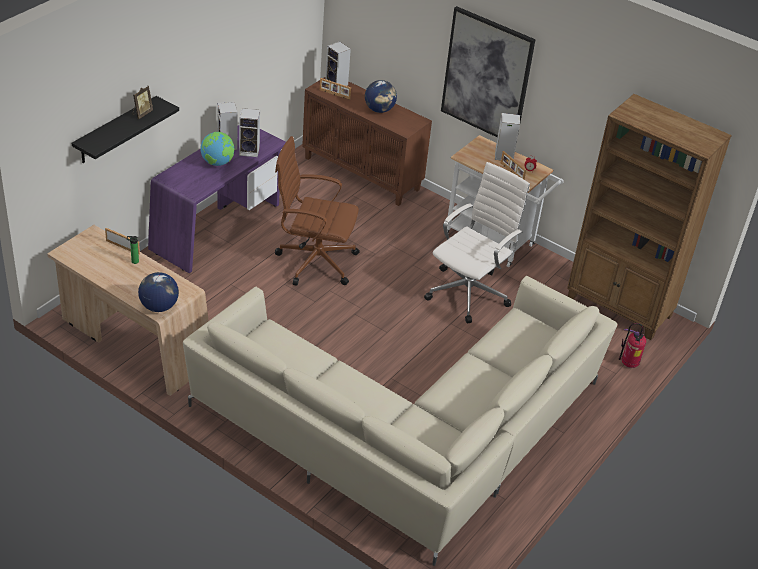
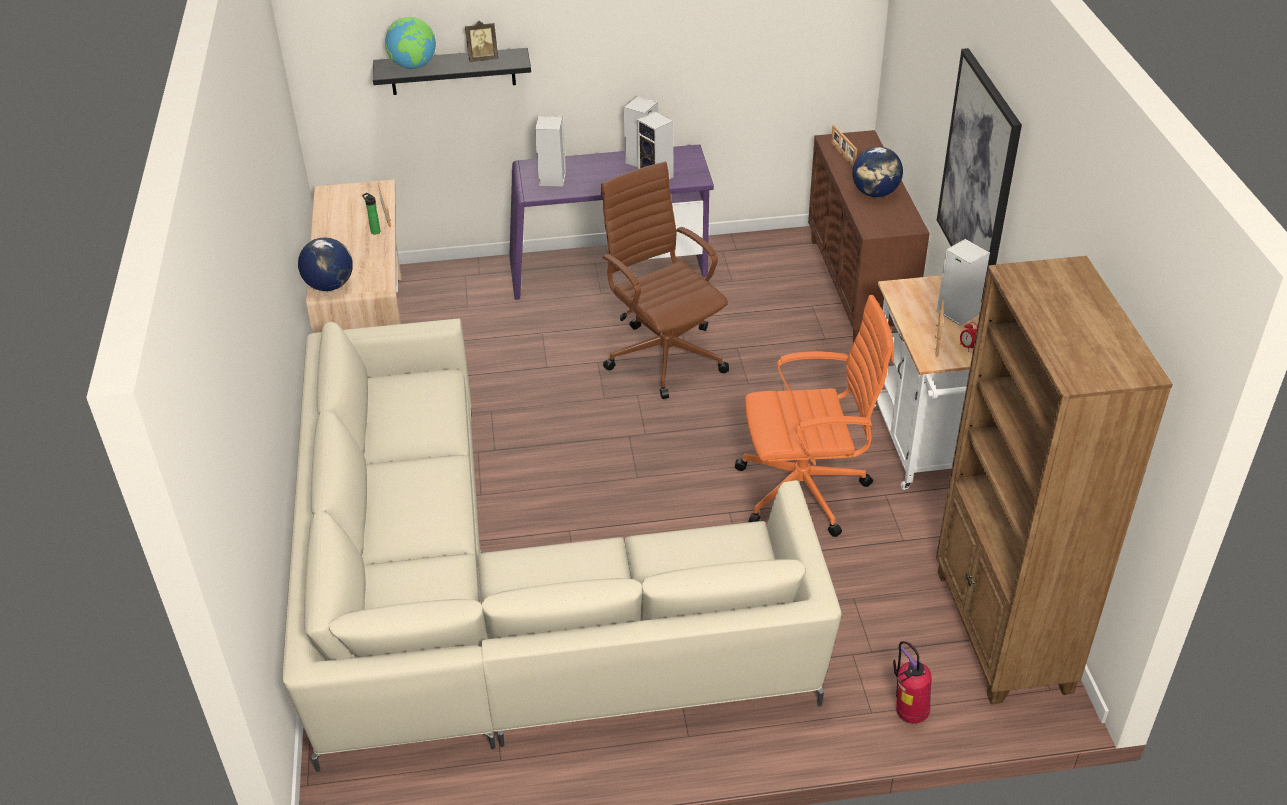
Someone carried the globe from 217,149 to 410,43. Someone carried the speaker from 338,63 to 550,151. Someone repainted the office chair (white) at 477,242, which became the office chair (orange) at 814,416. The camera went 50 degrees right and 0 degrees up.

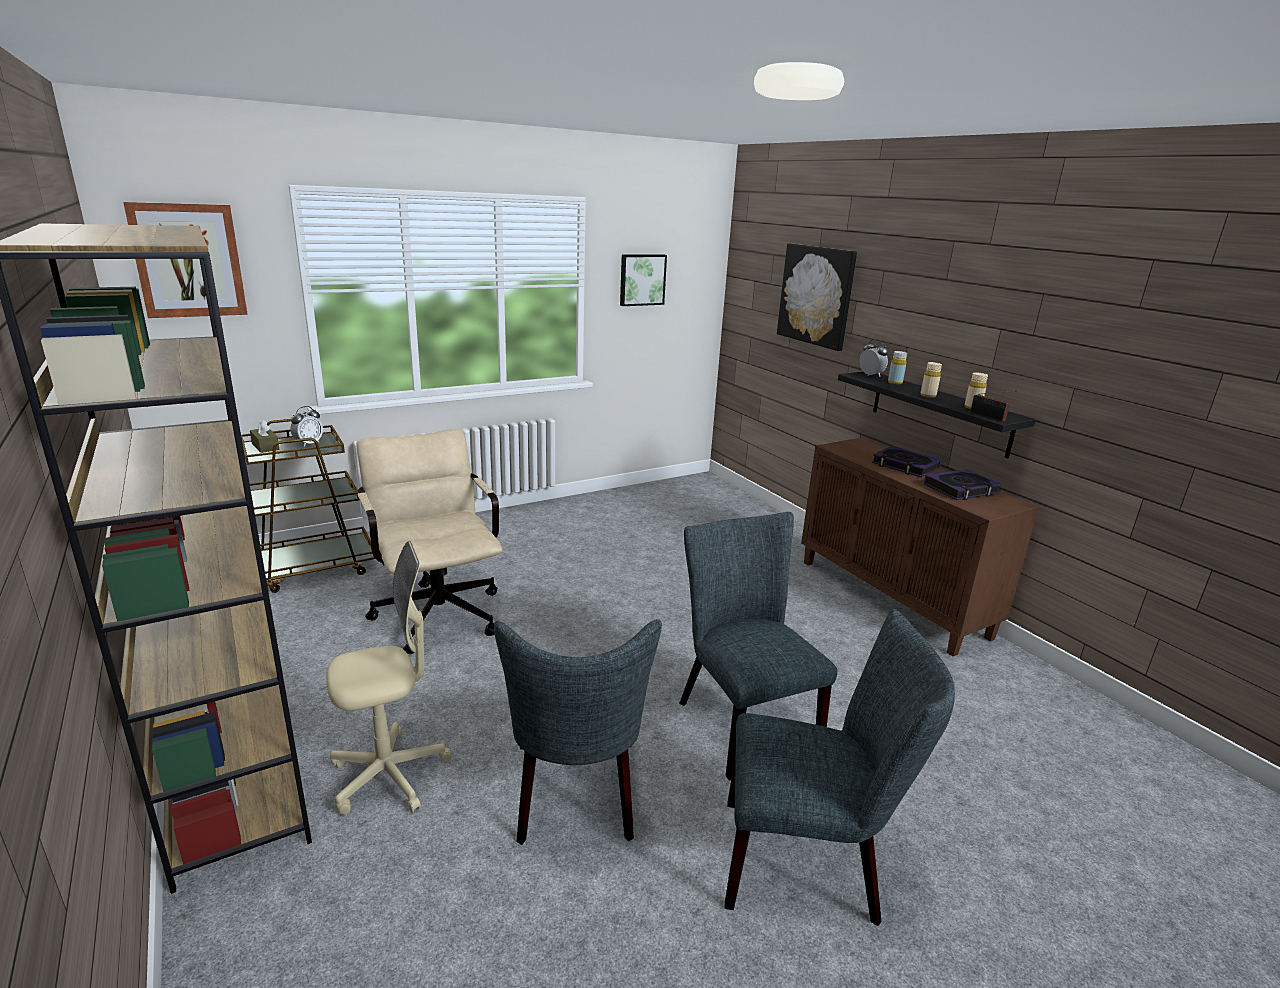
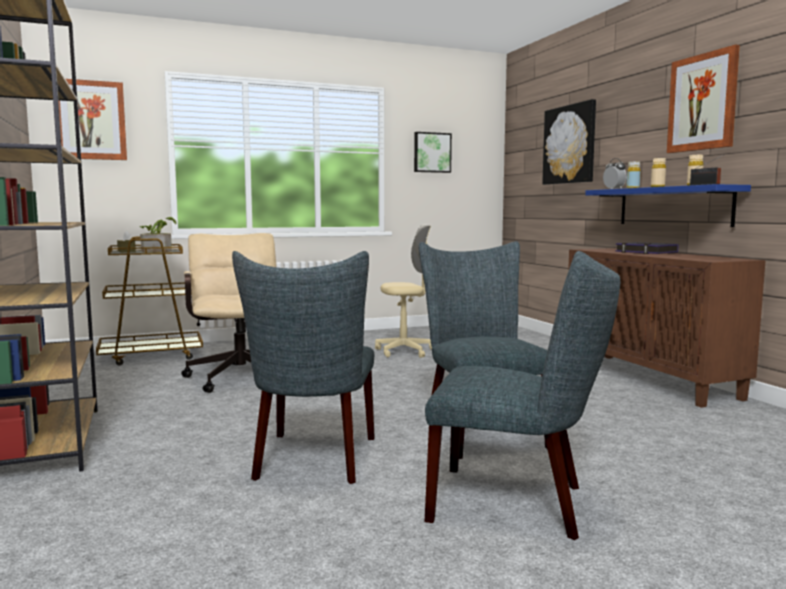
Someone swapped the alarm clock at 306,426 for the potted plant at 158,235. Someone carried the office chair (beige) from 389,678 to 403,291. Someone repainted the shelf (black) at 937,415, which became the shelf (blue) at 668,205. Someone took away the book at 963,484. Someone put up the picture at 703,99. The camera went 10 degrees right and 15 degrees down.

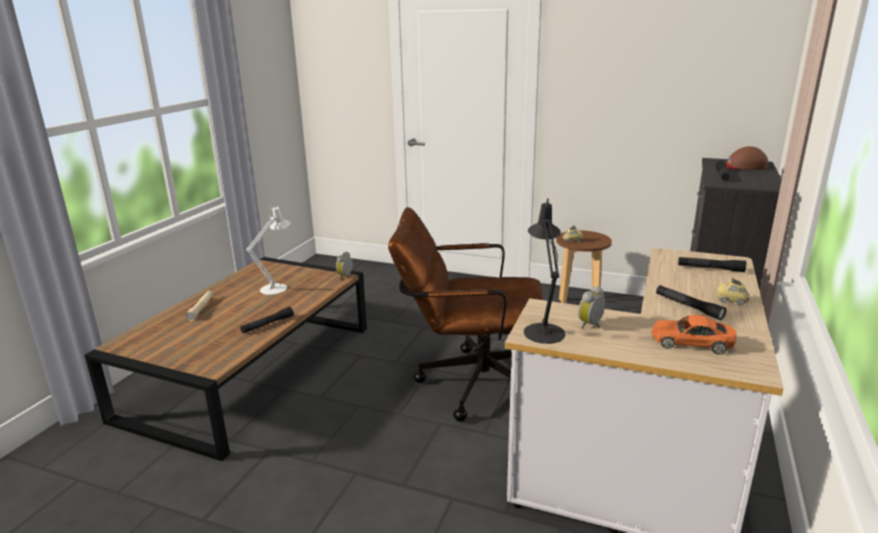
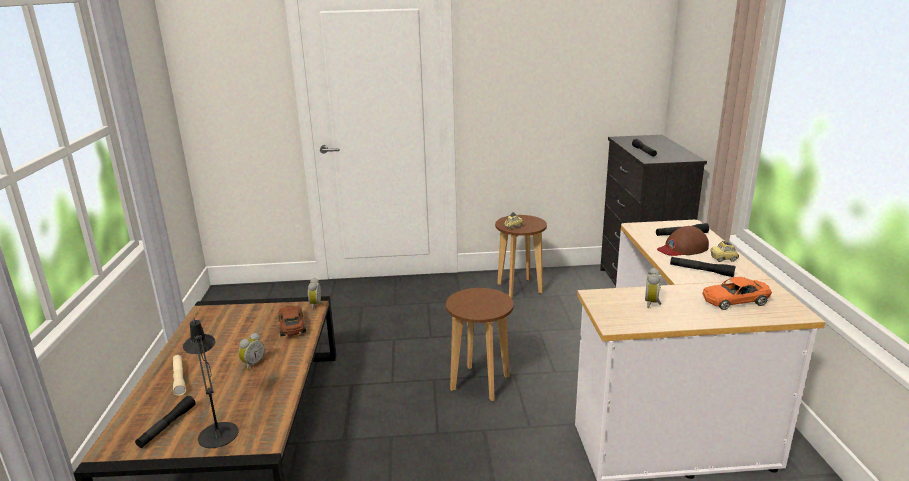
Someone carried the flashlight (black) from 267,320 to 165,422. Someone took away the table lamp (white) at 269,249. Someone swapped the office chair (brown) at 465,314 for the stool (brown) at 479,344. Someone carried the table lamp (black) from 545,271 to 211,383. Someone carried the cap (brown) from 746,158 to 683,241. Someone put down the alarm clock at 251,351. Someone put down the toy car (brown) at 292,321. The camera went 25 degrees left and 0 degrees up.

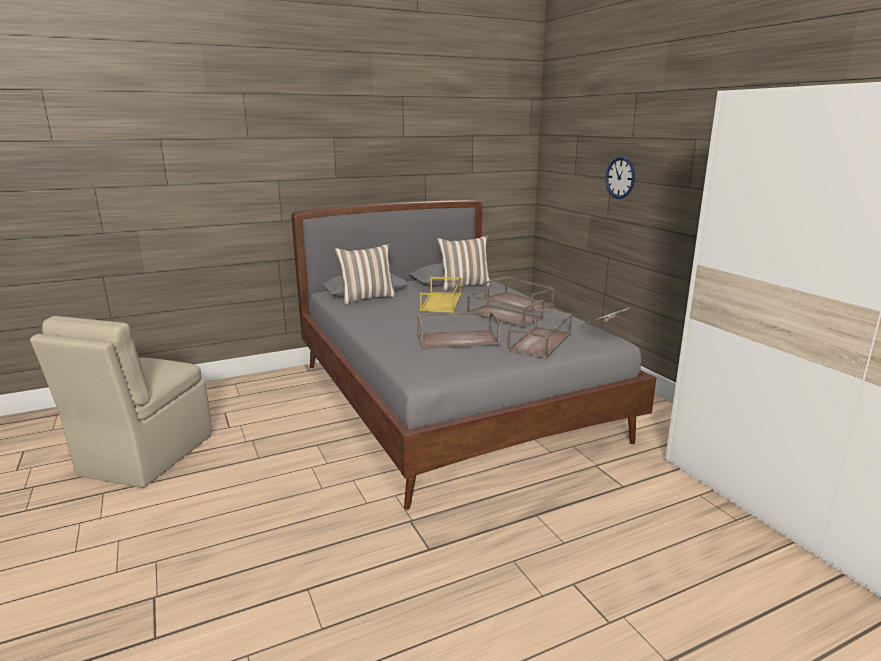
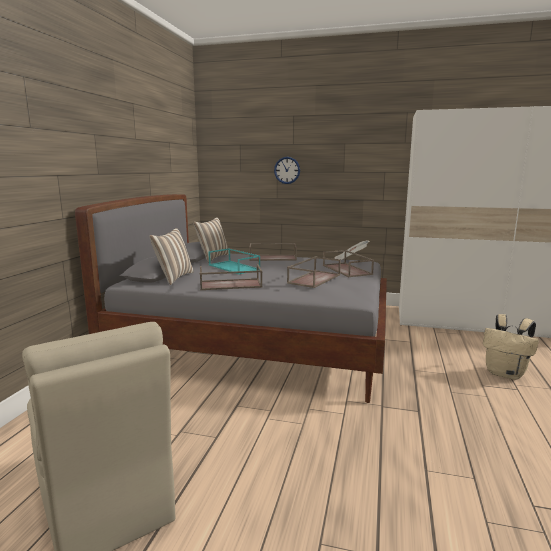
Someone repainted the tray (yellow) at 440,295, which became the tray (turquoise) at 234,261. Someone carried the tray (brown) from 505,307 to 231,277. Someone put down the backpack (beige) at 511,347. The camera went 50 degrees left and 5 degrees down.

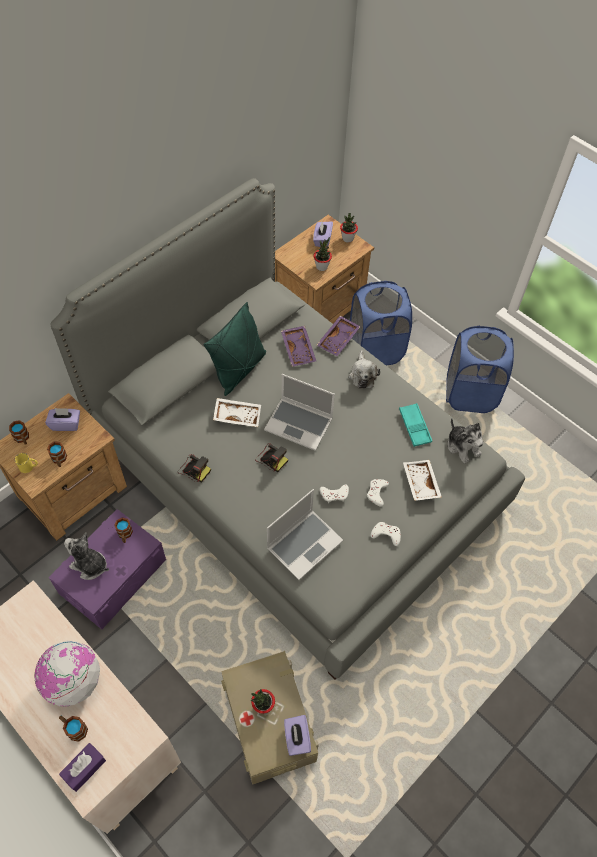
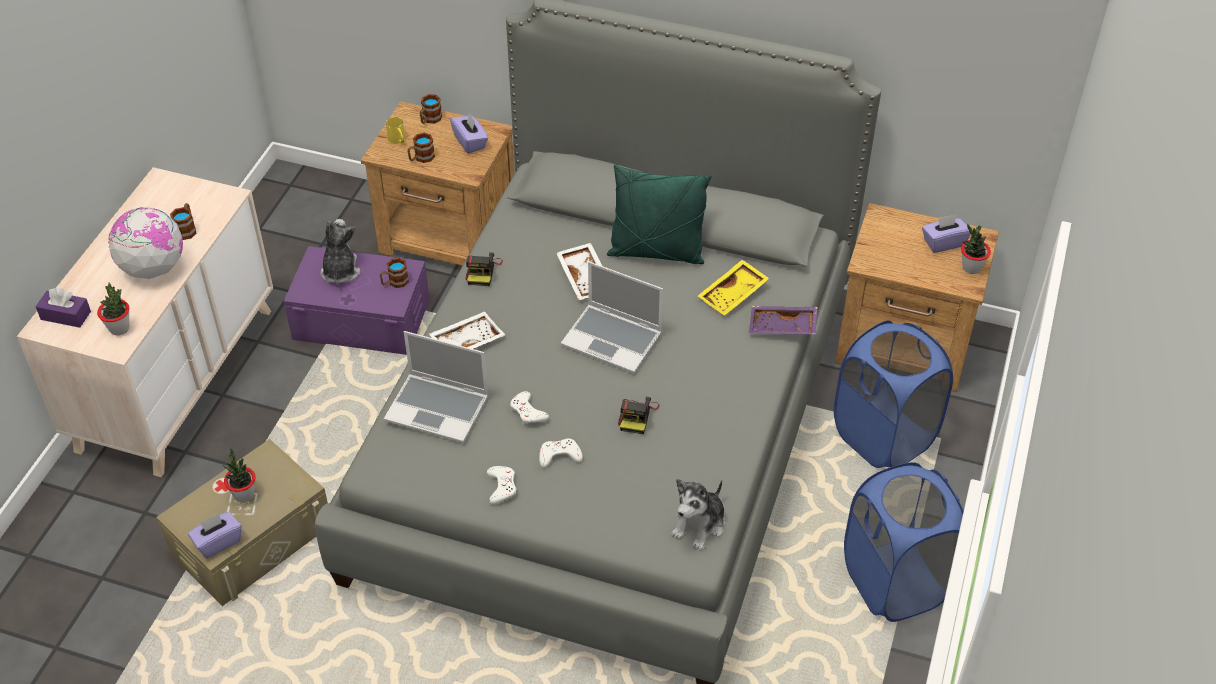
Someone carried the mug from 73,729 to 183,221. Someone carried the photo camera from 271,457 to 638,415. Someone rotated the laptop at 299,412 by 60 degrees counterclockwise. Someone repainted the tray (purple) at 298,346, which became the tray (yellow) at 734,288. Someone carried the potted plant from 323,254 to 113,309. Someone took away the plush toy at 364,369. Someone took away the tray (turquoise) at 415,425. Someone carried the tray (white) from 422,480 to 467,330. The camera went 65 degrees right and 10 degrees down.

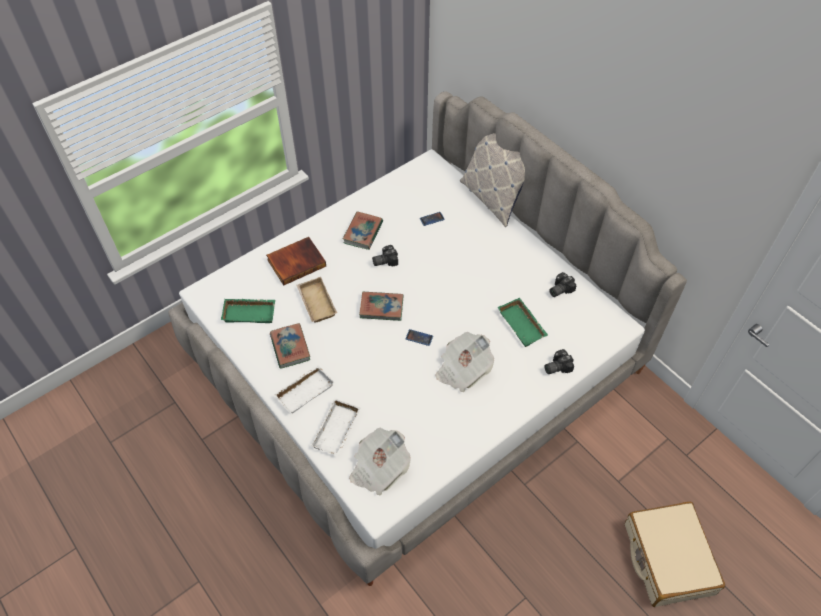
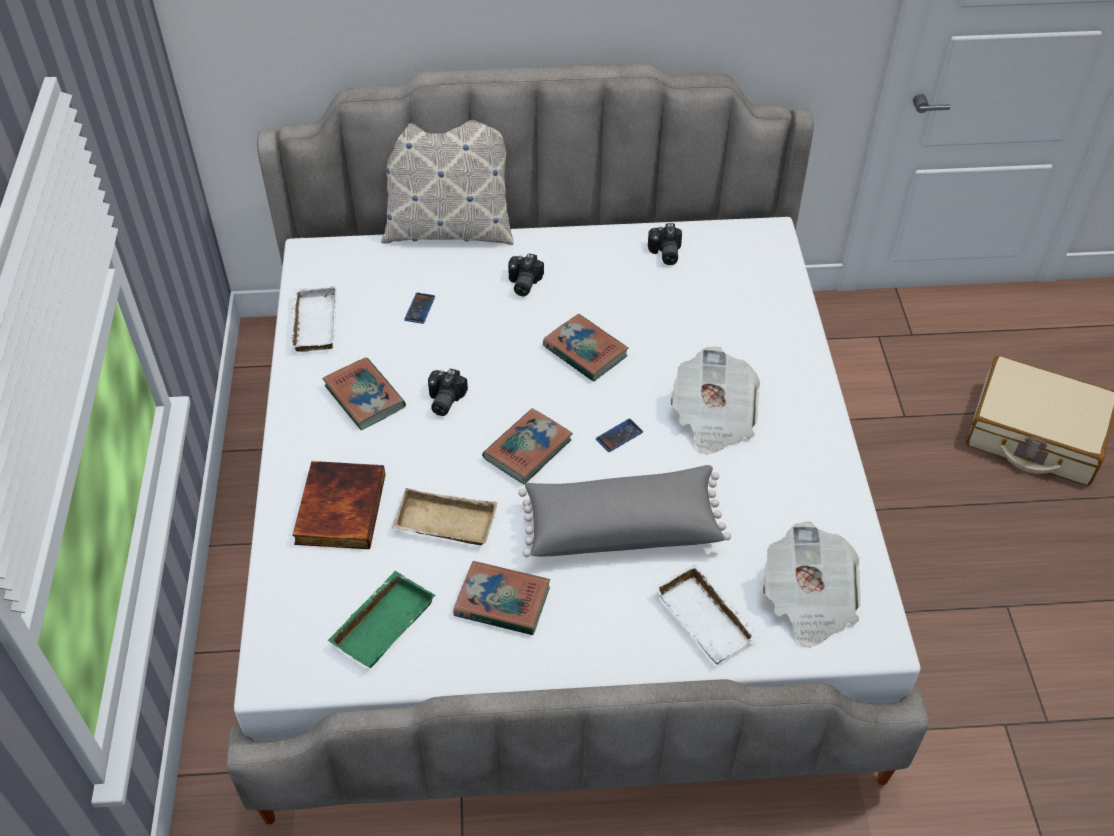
Someone carried the tray (white) from 304,389 to 313,319. Someone took away the tray (green) at 523,322. Someone carried the photo camera from 559,361 to 526,274. Someone put down the pillow (grey) at 624,511. Someone put down the book at 586,348. The camera went 55 degrees left and 5 degrees down.

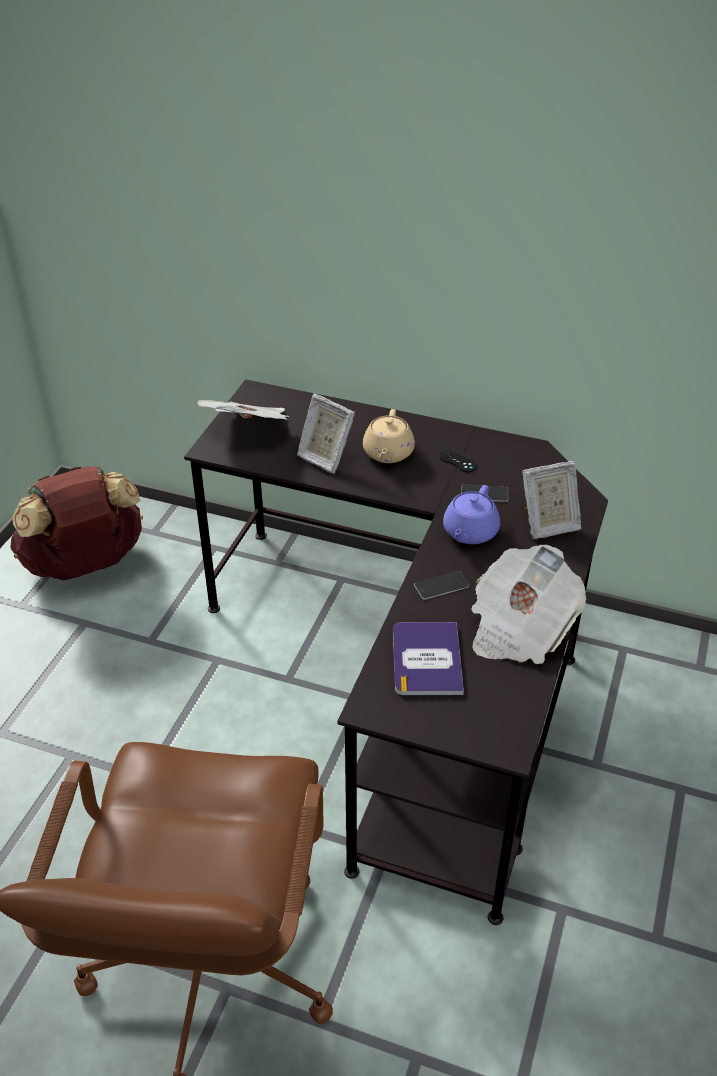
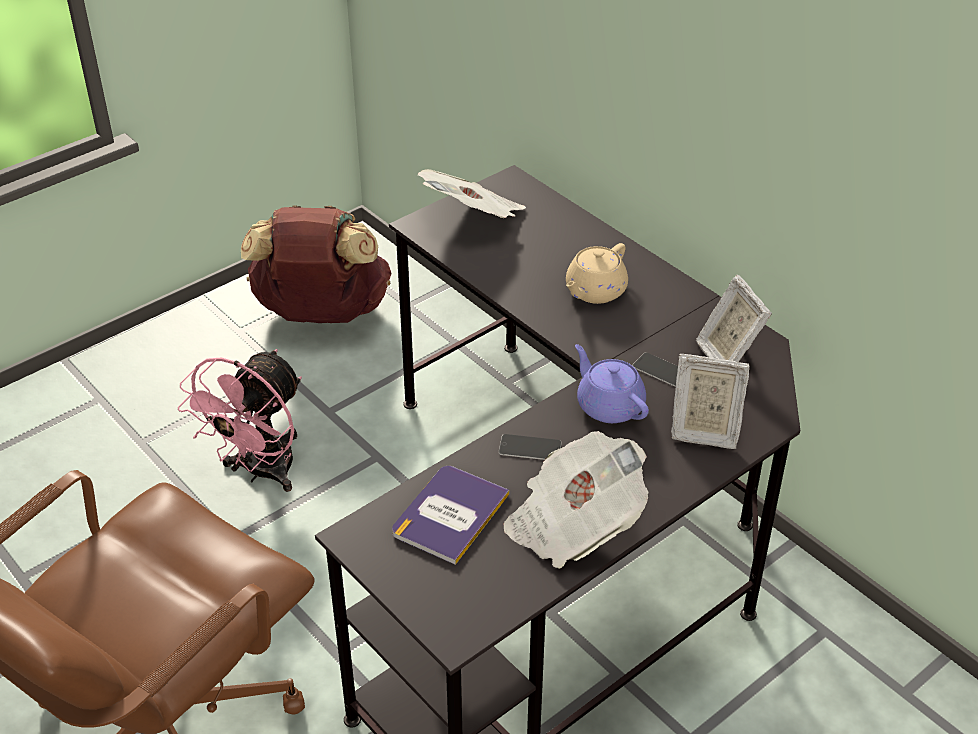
Someone carried the picture frame from 326,433 to 734,318. Someone took away the game controller (black) at 458,461. Someone rotated the teapot (purple) at 471,514 by 90 degrees clockwise. Someone put down the fan (pink) at 240,420. The camera went 30 degrees right and 0 degrees up.

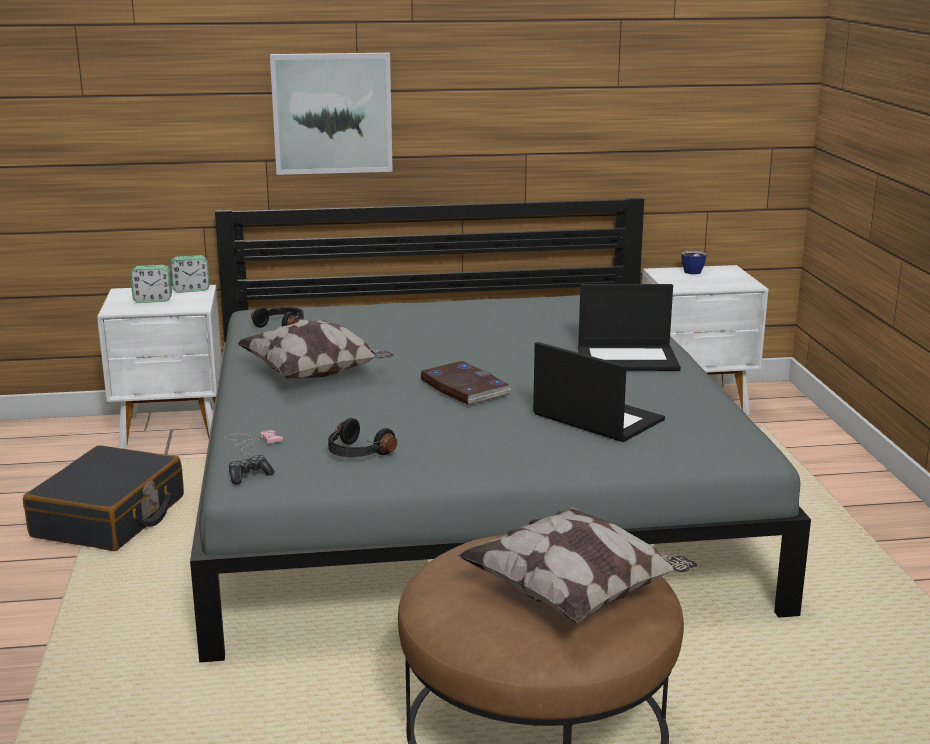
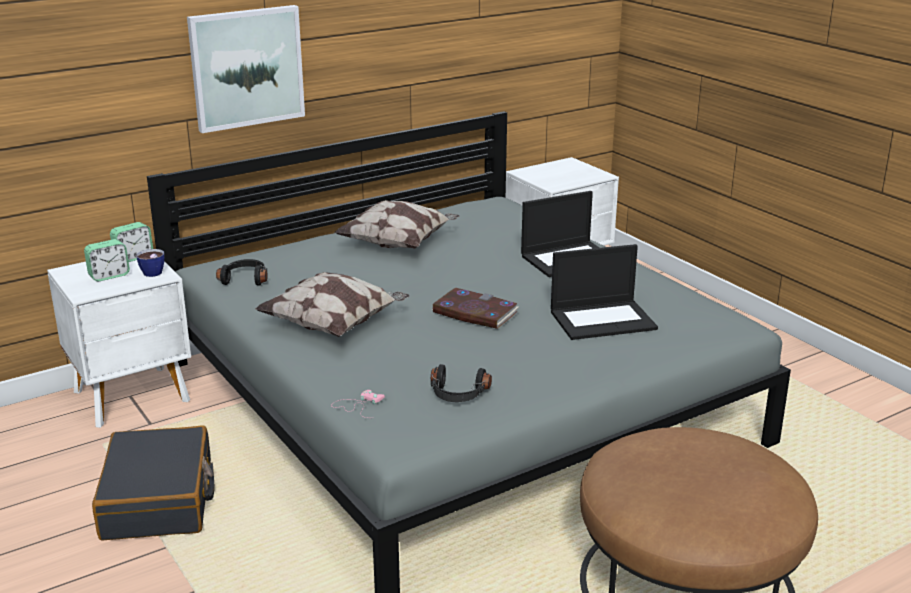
Someone took away the game controller at 252,469. Someone carried the pillow from 577,565 to 397,224. Someone rotated the laptop at 599,392 by 150 degrees clockwise. Someone carried the cup from 693,262 to 150,263. The camera went 25 degrees left and 5 degrees up.

